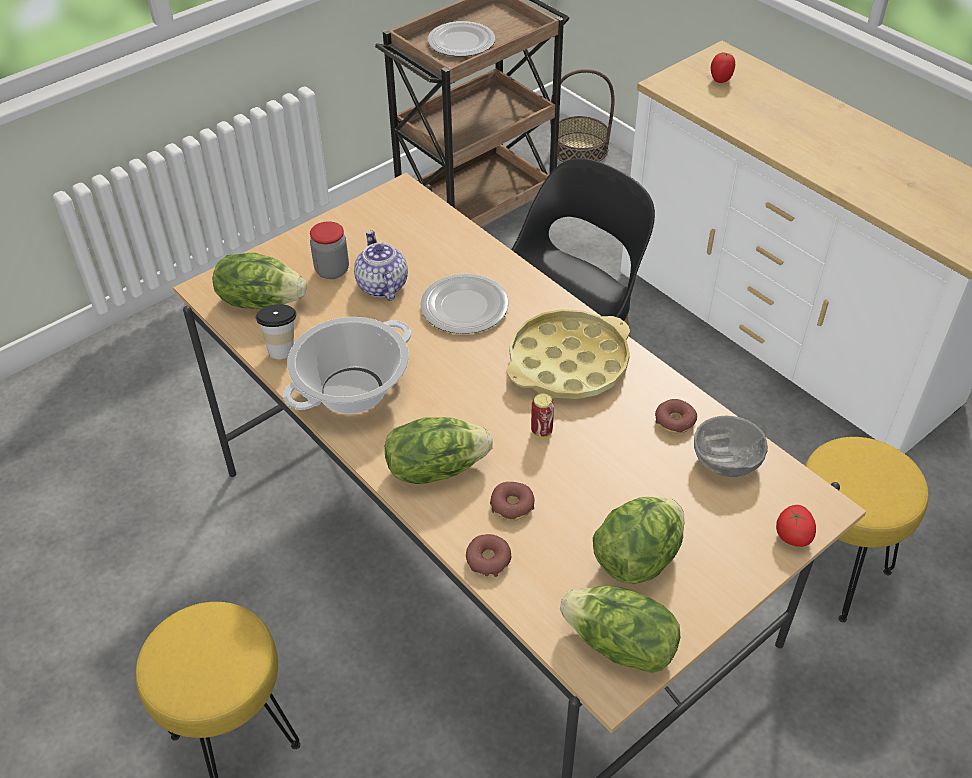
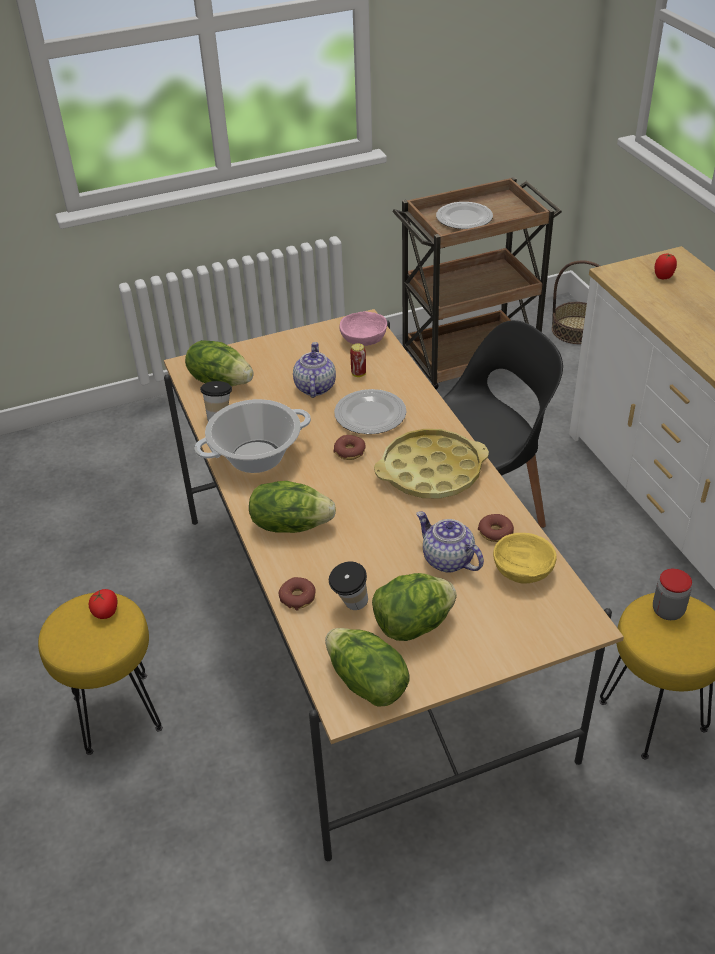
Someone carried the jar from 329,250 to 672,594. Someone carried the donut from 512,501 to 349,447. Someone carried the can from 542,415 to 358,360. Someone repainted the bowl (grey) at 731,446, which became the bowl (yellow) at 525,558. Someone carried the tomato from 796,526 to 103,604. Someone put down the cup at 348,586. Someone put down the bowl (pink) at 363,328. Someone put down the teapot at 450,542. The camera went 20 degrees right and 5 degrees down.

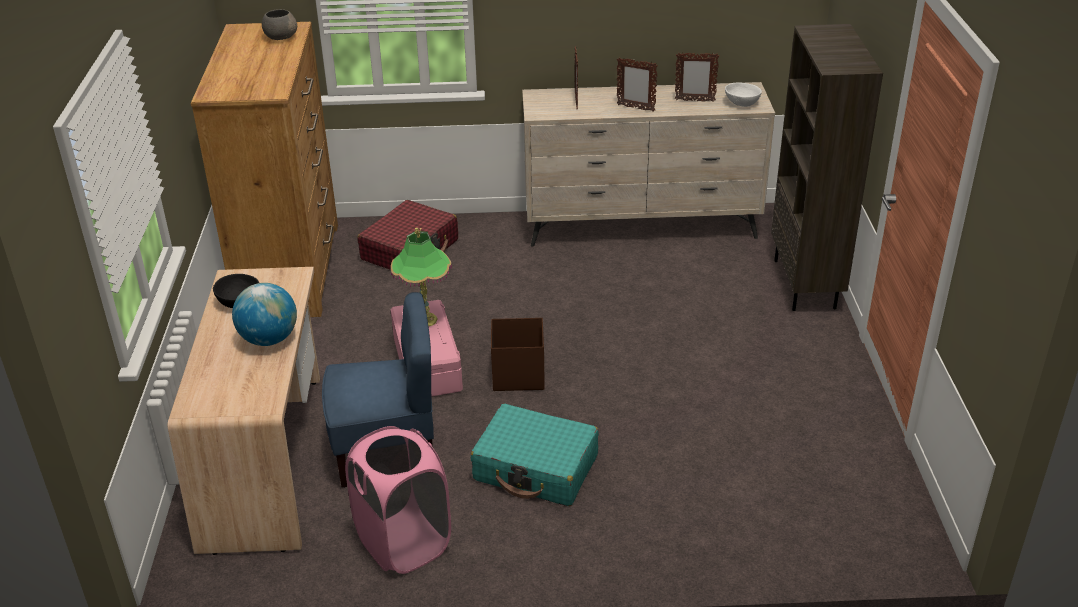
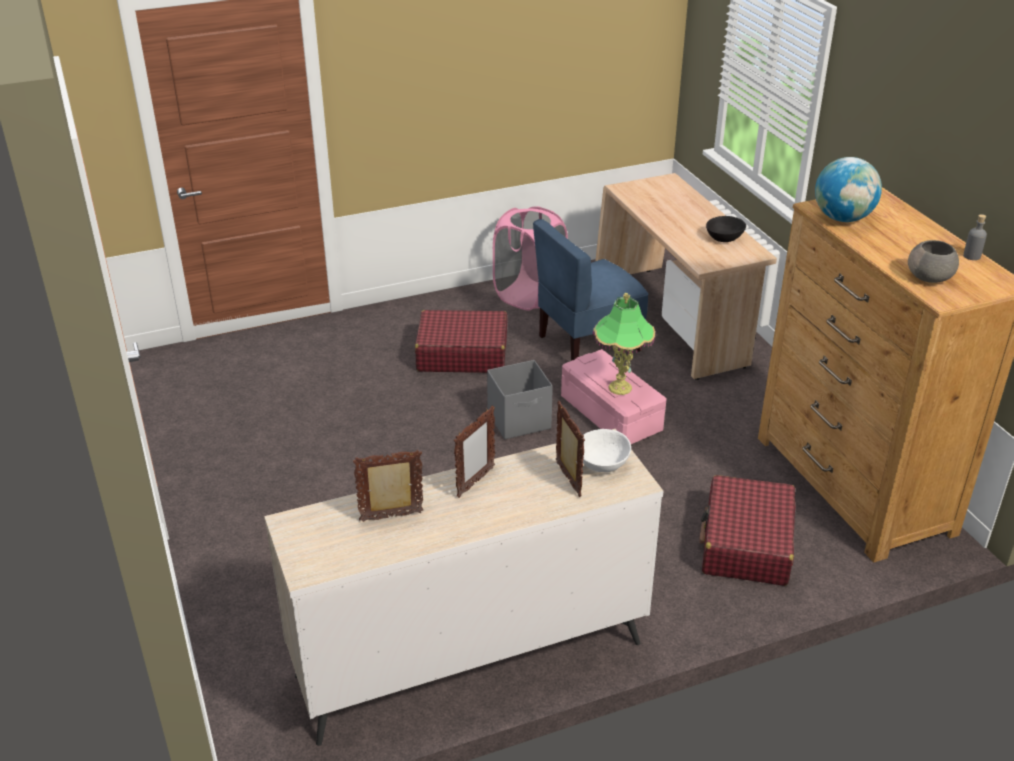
Someone carried the globe from 264,314 to 848,189. Someone repainted the suitcase (turquoise) at 535,455, which became the suitcase (red) at 461,341. Someone repainted the storage box (brown) at 518,354, which became the storage box (grey) at 520,399. Someone rotated the picture frame at 637,84 by 120 degrees clockwise. Someone carried the bowl (white) from 743,94 to 607,450. Someone took away the bookcase (brown) at 827,167. Someone put down the bottle (grey) at 975,237. The camera went 160 degrees right and 0 degrees up.

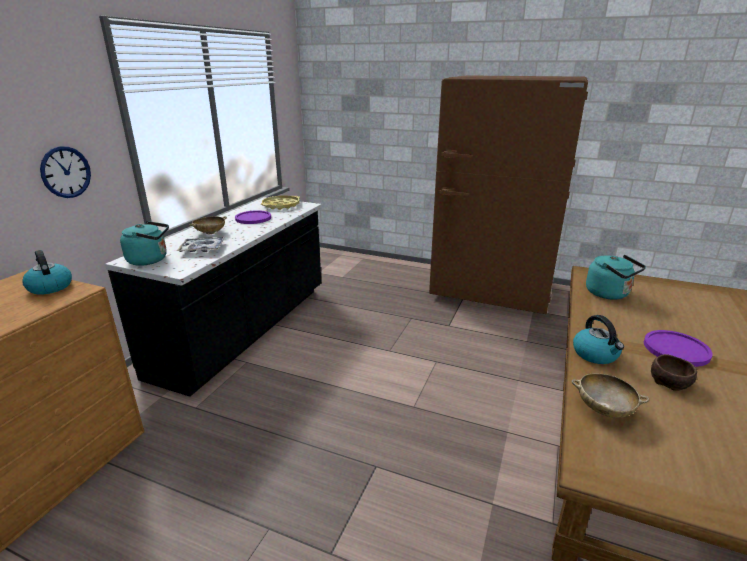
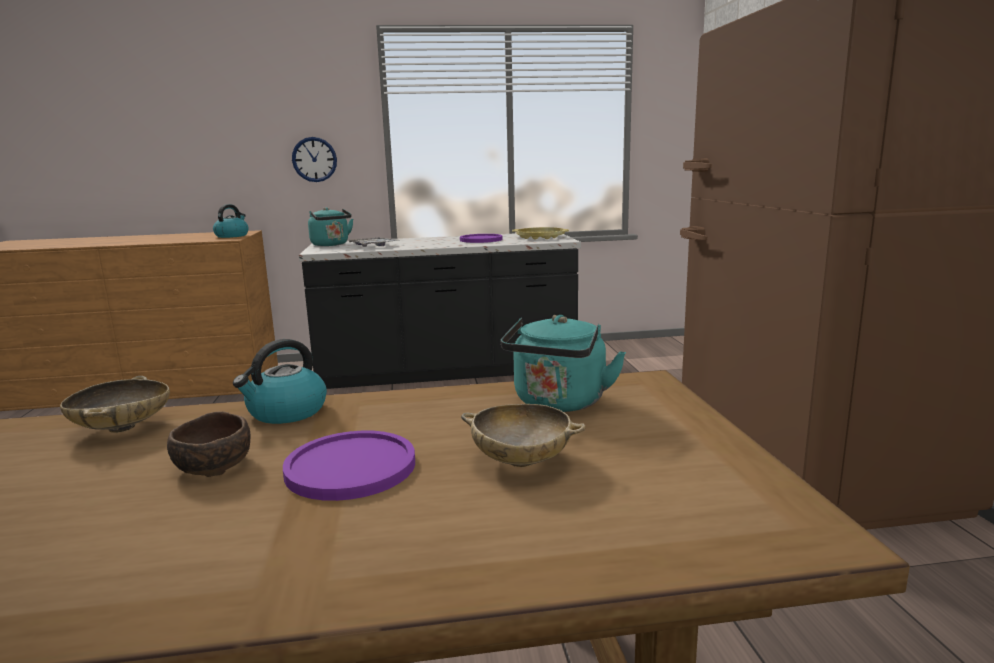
Someone carried the bowl (beige) from 208,225 to 523,435. The camera went 60 degrees right and 10 degrees down.

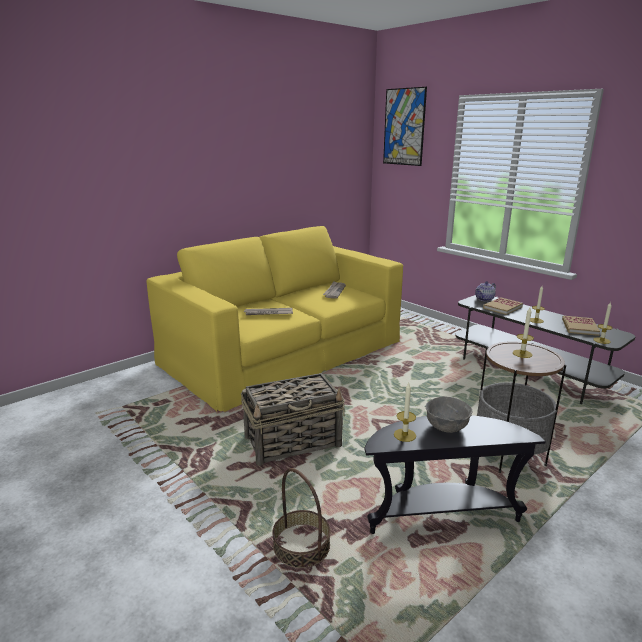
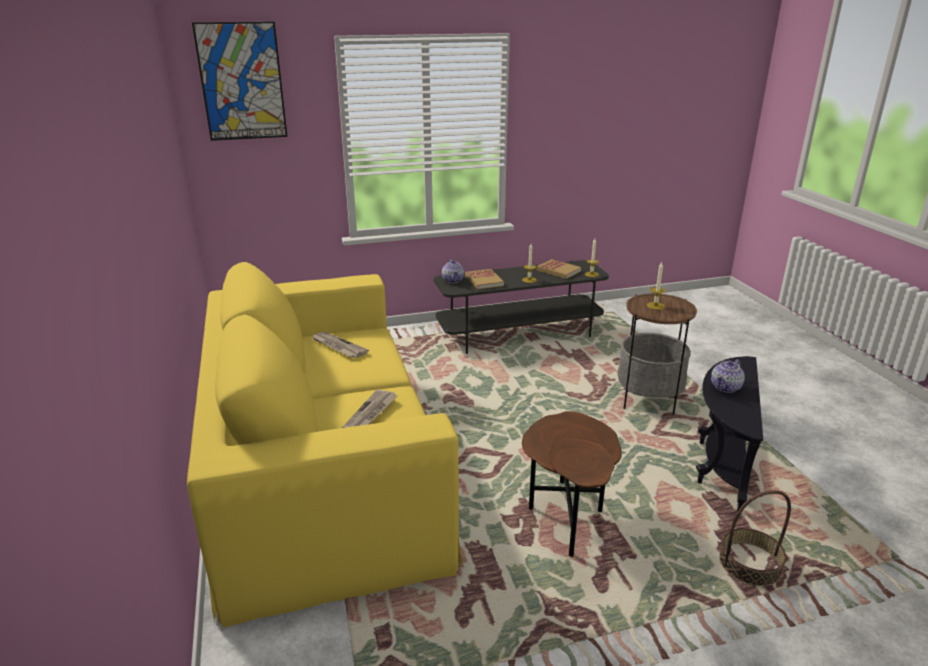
Someone swapped the basket at 293,419 for the side table (brown) at 572,484. Someone took away the candle at 405,412. Someone swapped the bowl (grey) at 449,415 for the teapot at 728,376. The camera went 65 degrees left and 5 degrees up.

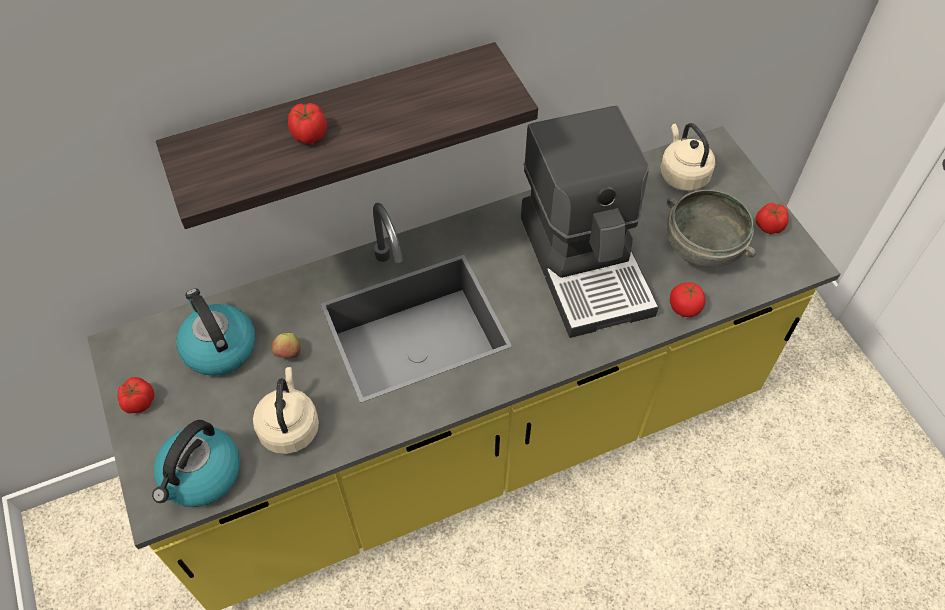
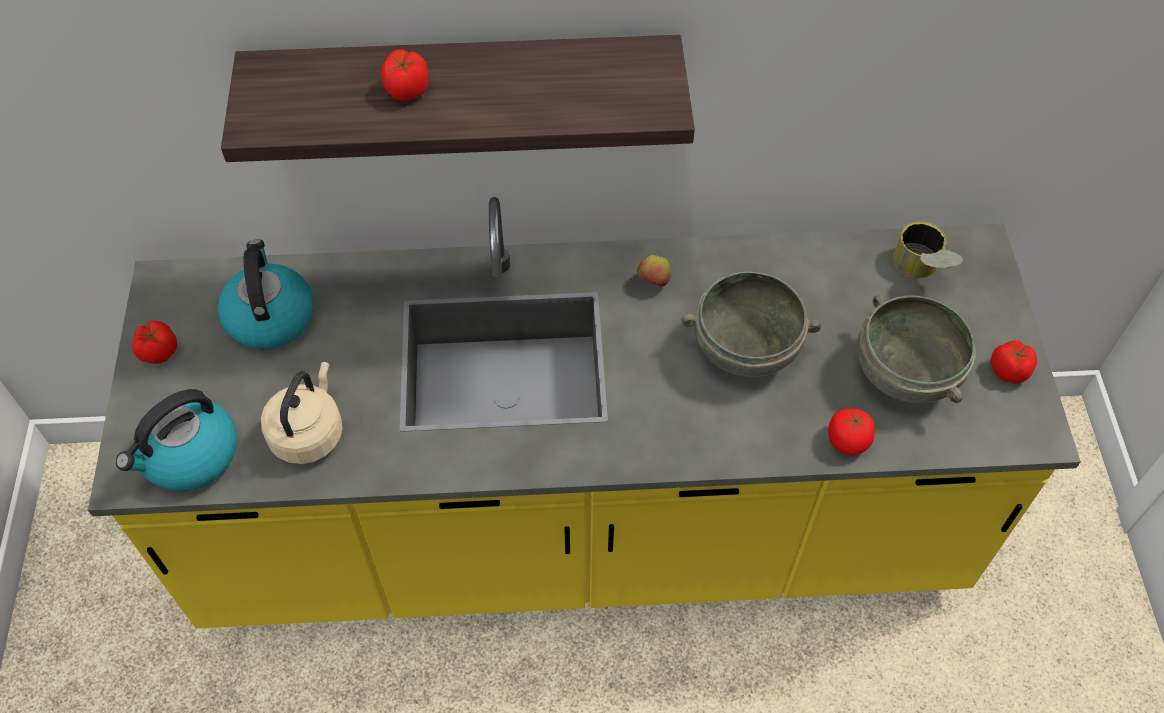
Someone carried the apple from 286,345 to 654,271. Someone swapped the coffee machine at 590,221 for the bowl (grey) at 751,324. Someone swapped the kettle (beige) at 687,157 for the can at 928,249. The camera went 20 degrees right and 0 degrees up.

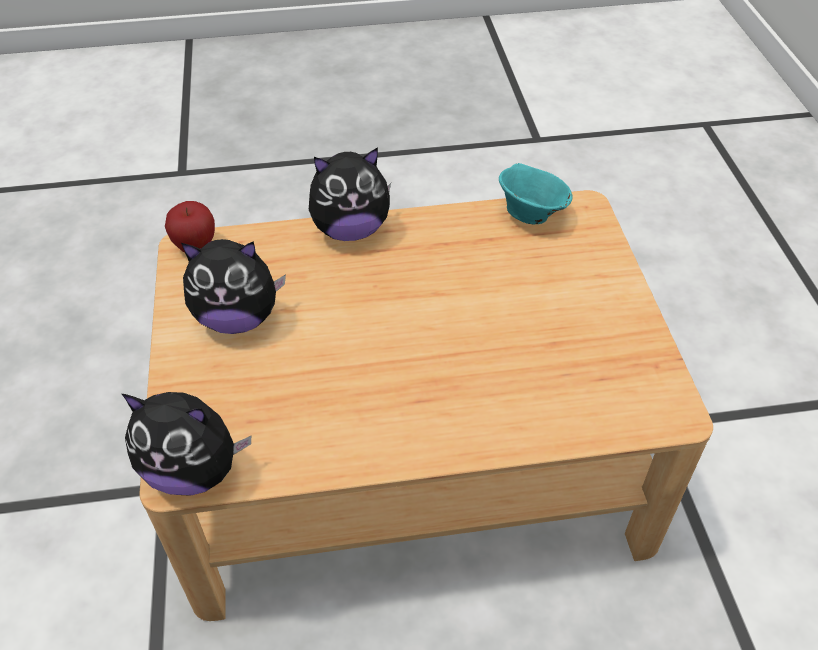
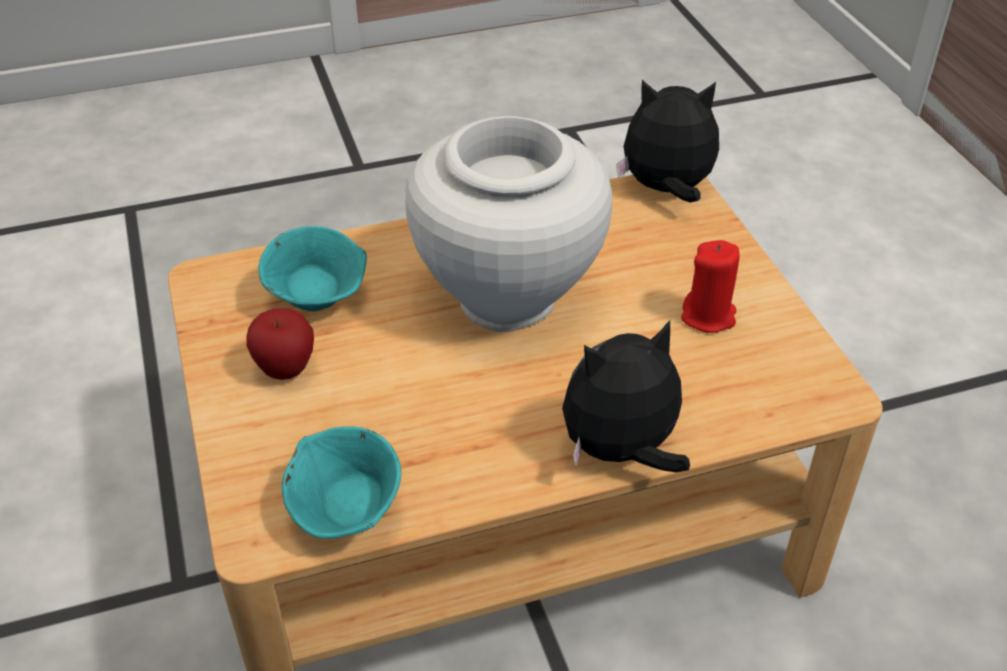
Someone carried the apple from 190,226 to 280,344. Someone swapped the plush toy at 233,286 for the candle (red) at 710,286. Someone put down the bowl (turquoise) at 313,268. Someone put down the vase (white) at 508,224. The camera went 170 degrees right and 5 degrees down.

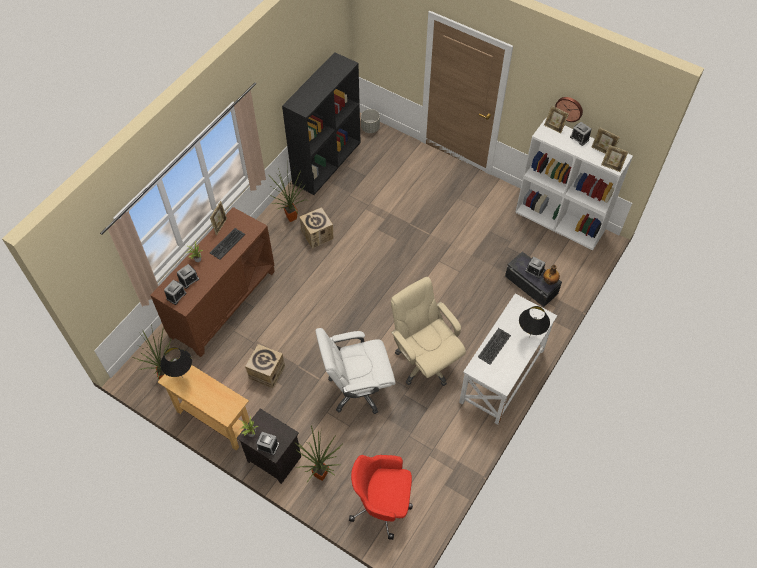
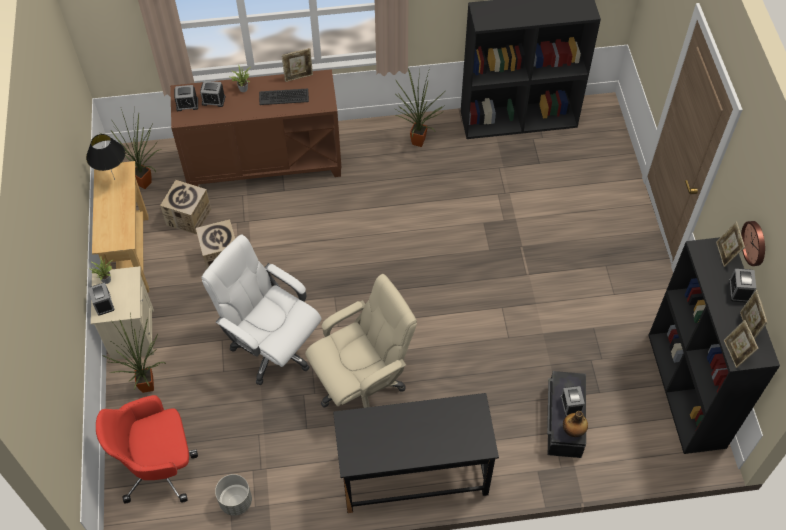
Someone repainted the nightstand (black) at 269,446, which became the nightstand (beige) at 122,313. Someone carried the cardboard box from 317,228 to 185,207. Someone rotated the office chair (red) at 381,497 by 75 degrees counterclockwise. Someone carried the planter (grey) from 370,121 to 233,495. Someone rotated the office chair (beige) at 428,331 by 45 degrees clockwise. Someone repainted the desk (white) at 508,359, which became the desk (black) at 416,453. Someone took away the keyboard at 494,346. Someone repainted the bookcase (white) at 574,183, which became the bookcase (black) at 714,345. Someone took away the table lamp (black) at 534,322. The camera went 50 degrees right and 0 degrees up.

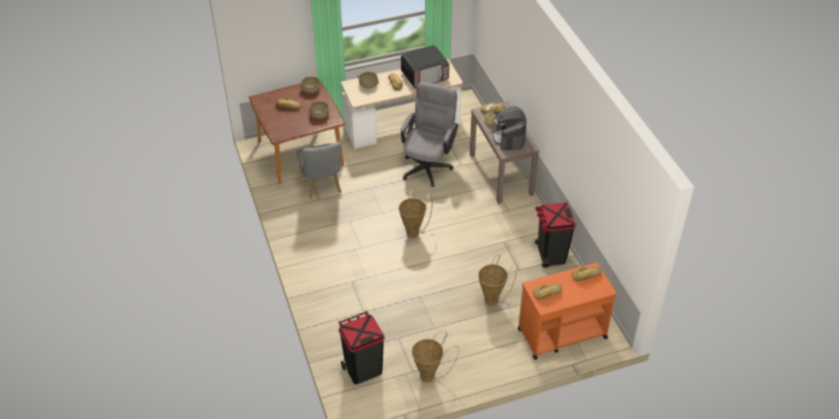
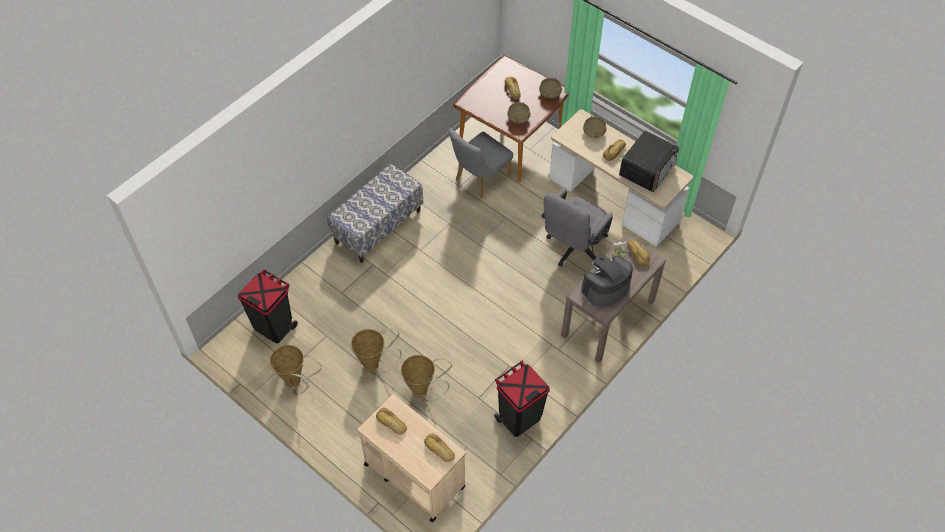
Someone carried the basket from 416,213 to 376,350. Someone rotated the microwave at 425,67 by 90 degrees counterclockwise. Someone rotated the office chair (grey) at 429,134 by 135 degrees clockwise. Someone repainted the cart (orange) at 567,311, which became the cart (beige) at 411,458. Someone put down the bench at 375,213. The camera went 60 degrees right and 10 degrees up.

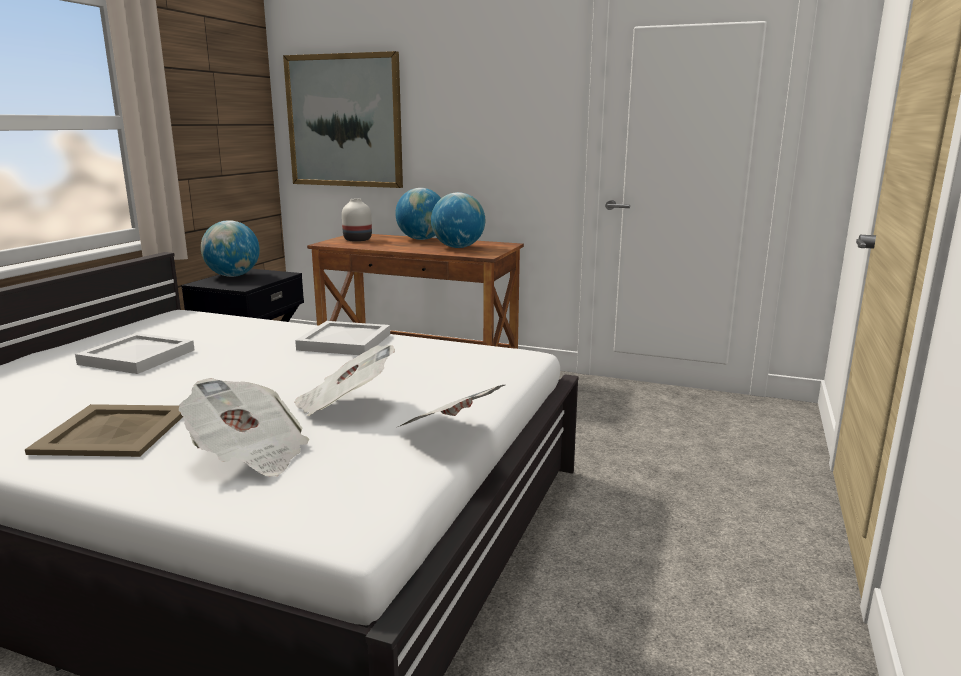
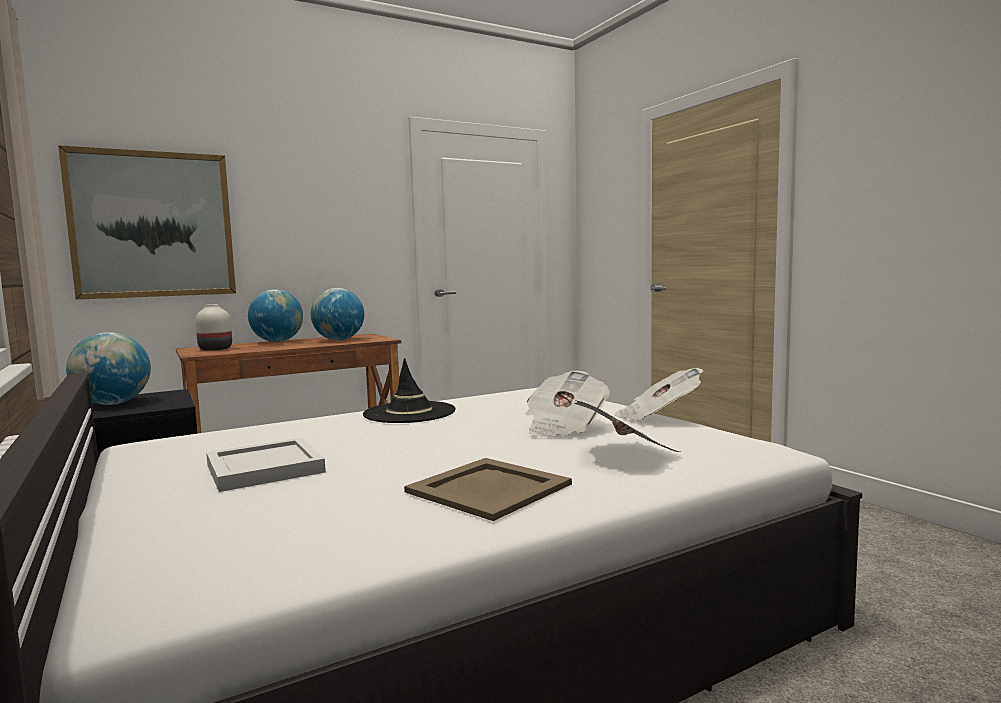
Someone swapped the tray (white) at 342,338 for the hat (black) at 409,390. The camera went 50 degrees left and 10 degrees down.

